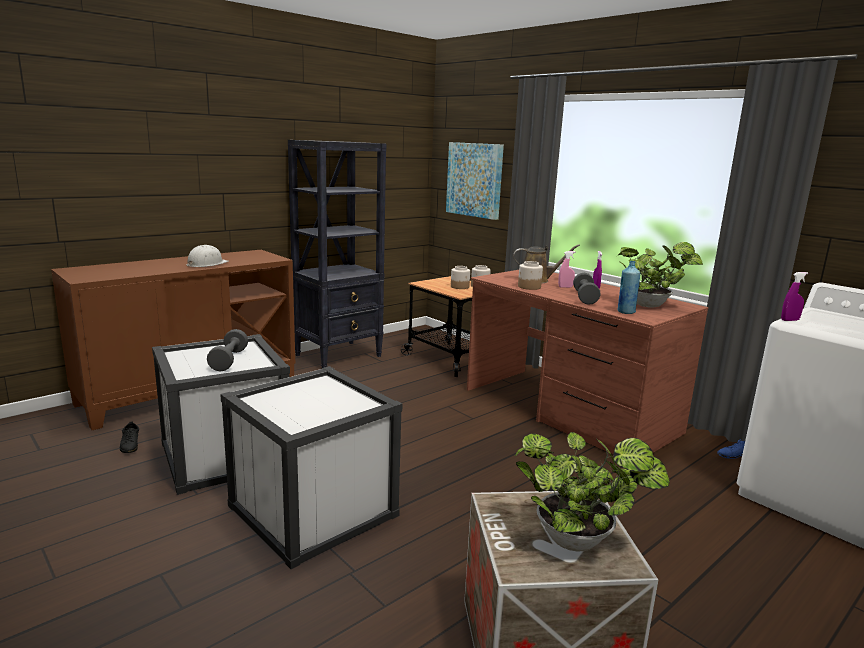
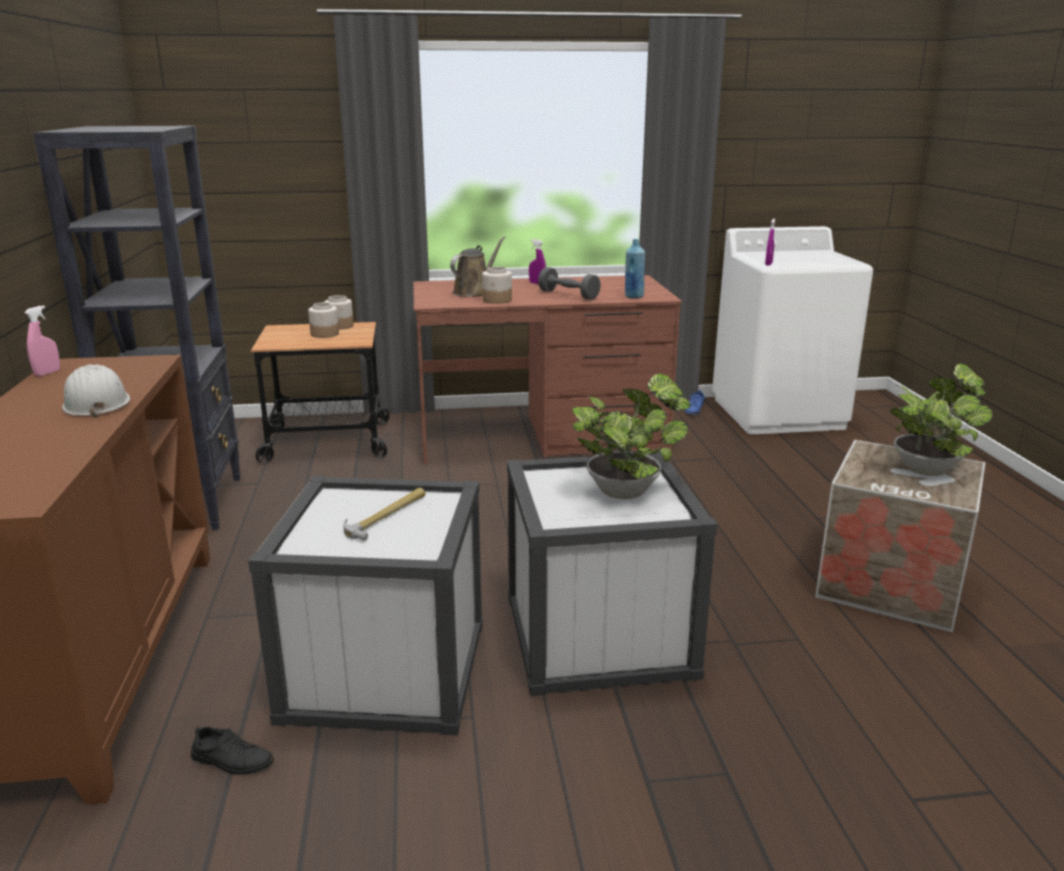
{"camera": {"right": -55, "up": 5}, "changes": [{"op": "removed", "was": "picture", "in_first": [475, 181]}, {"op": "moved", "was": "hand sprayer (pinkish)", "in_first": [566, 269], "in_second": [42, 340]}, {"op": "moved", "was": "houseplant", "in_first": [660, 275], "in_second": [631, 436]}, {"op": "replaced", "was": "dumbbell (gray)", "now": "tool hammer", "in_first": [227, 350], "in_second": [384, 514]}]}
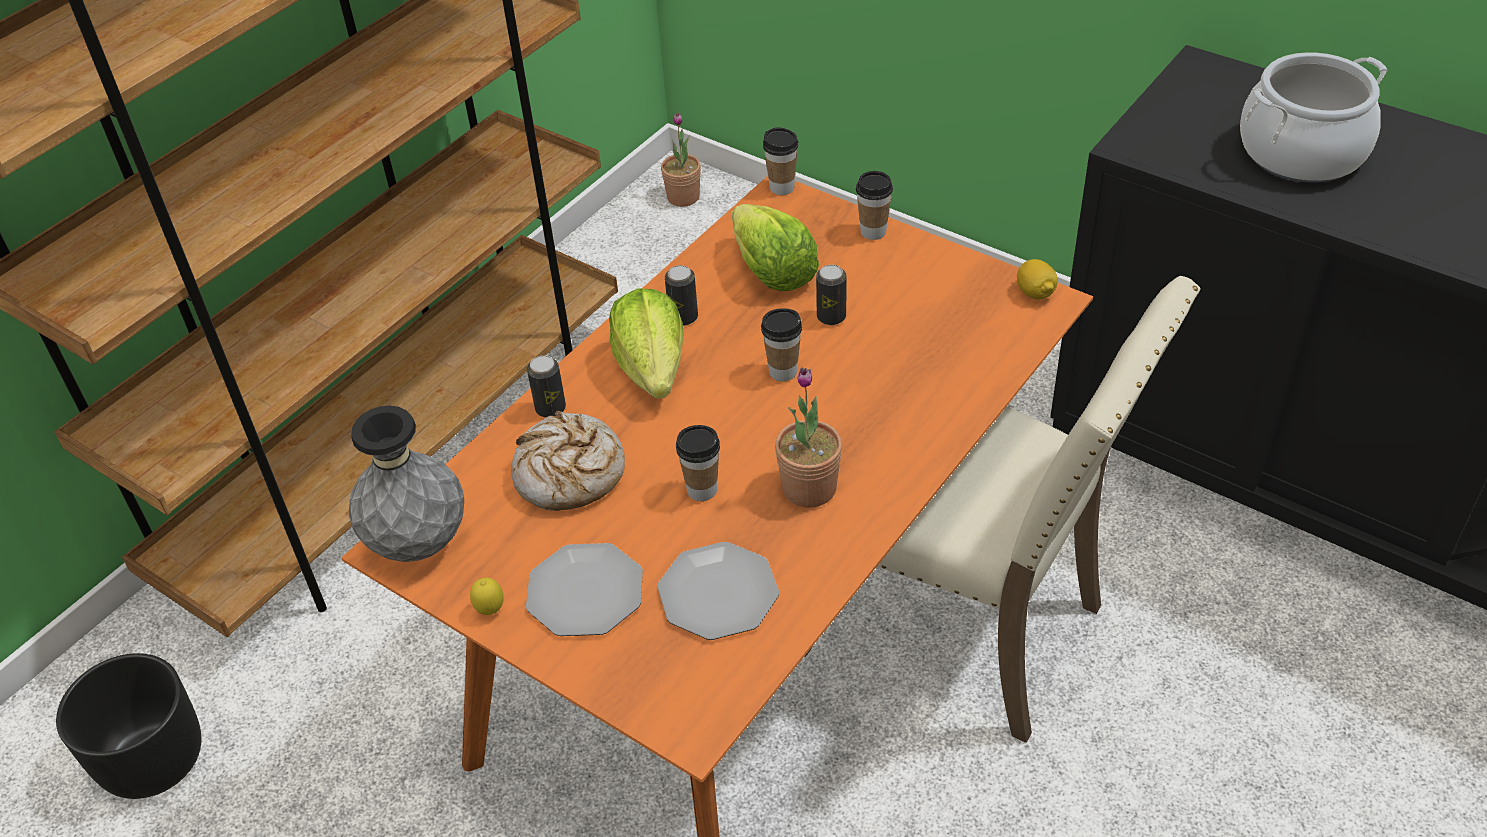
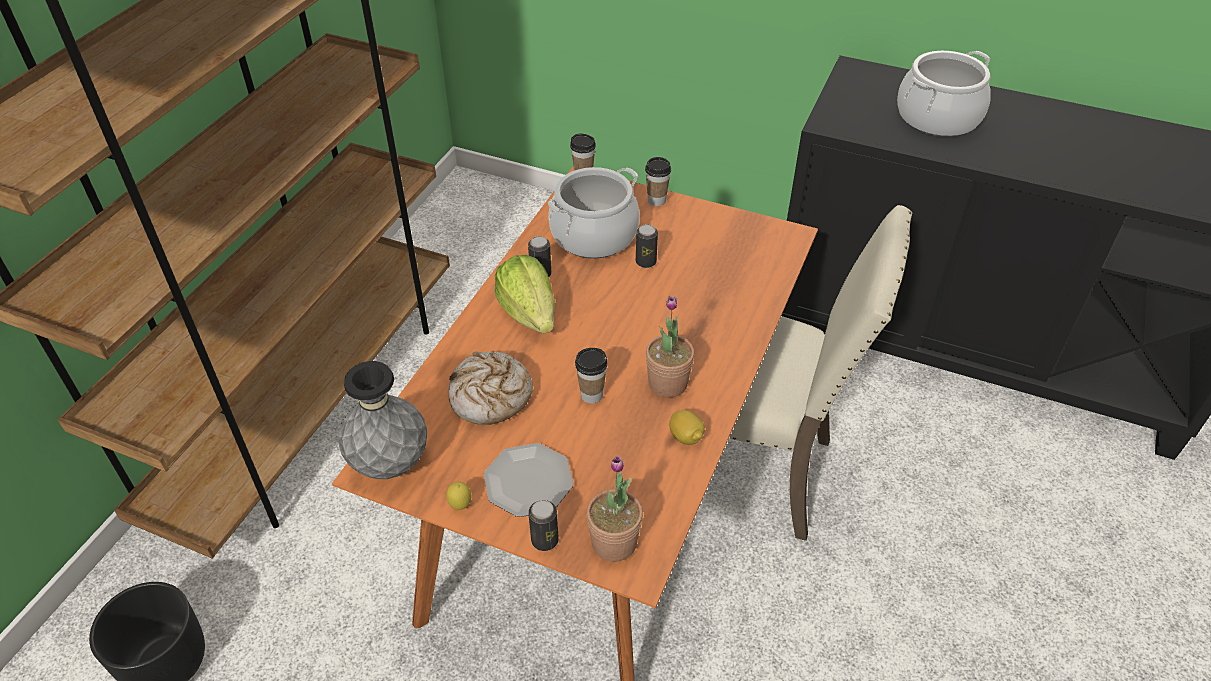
{"camera": {"right": -15, "up": 0}, "changes": [{"op": "removed", "was": "flat dish", "in_first": [718, 591]}, {"op": "removed", "was": "small cup", "in_first": [781, 344]}, {"op": "moved", "was": "metal can", "in_first": [546, 386], "in_second": [543, 525]}, {"op": "moved", "was": "houseplant", "in_first": [681, 160], "in_second": [614, 508]}, {"op": "moved", "was": "citrus fruit", "in_first": [1037, 279], "in_second": [687, 427]}, {"op": "replaced", "was": "lettuce", "now": "cooking pot", "in_first": [775, 247], "in_second": [594, 212]}]}
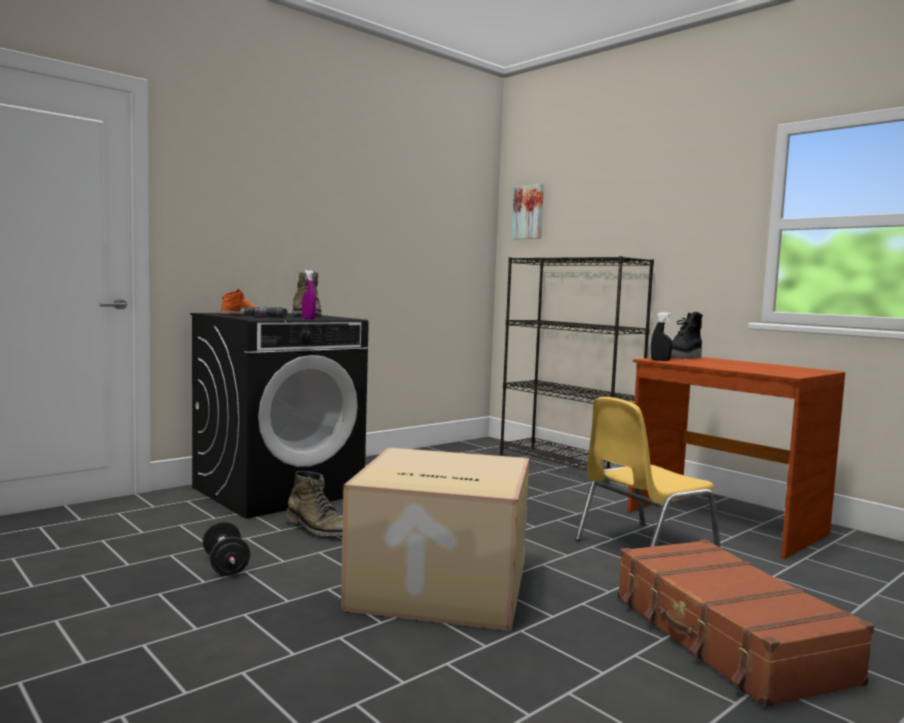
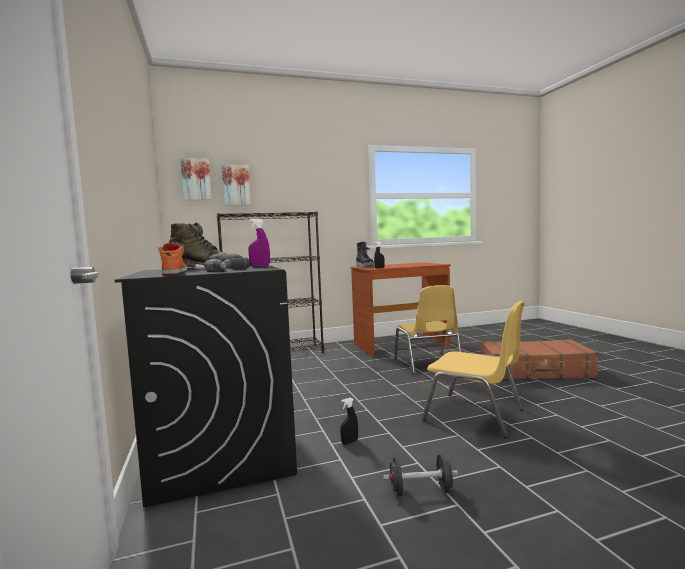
{"camera": {"right": -65, "up": 0}, "changes": [{"op": "added", "now": "picture", "in_second": [236, 185]}, {"op": "replaced", "was": "tall boot (greenish)", "now": "hand sprayer (black)", "in_first": [314, 503], "in_second": [349, 421]}, {"op": "replaced", "was": "cardboard box", "now": "chair (yellow-coloured)", "in_first": [435, 539], "in_second": [473, 369]}]}
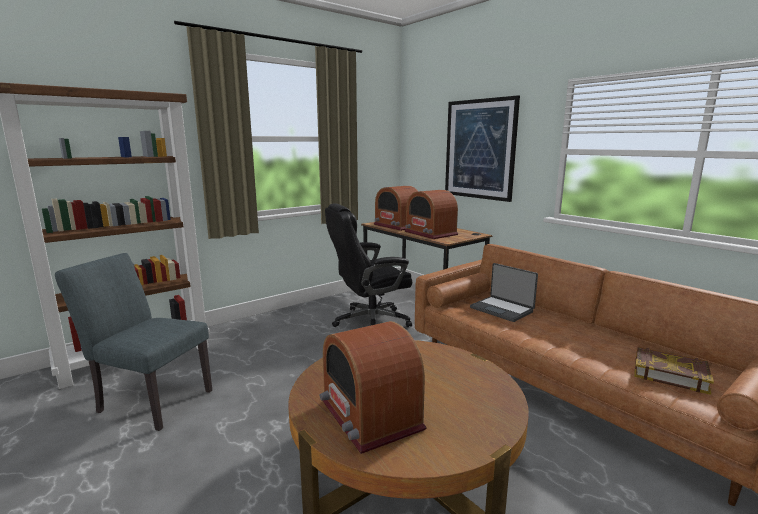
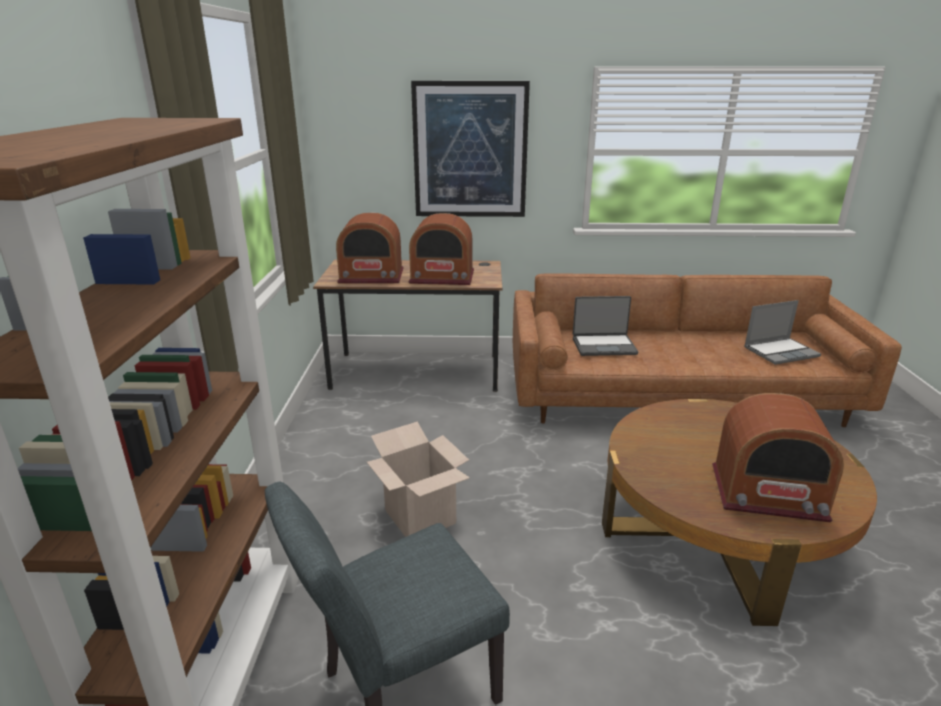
{"camera": {"right": -50, "up": 10}, "changes": [{"op": "removed", "was": "computer chair (black)", "in_first": [368, 265]}, {"op": "added", "now": "cardboard box", "in_second": [418, 479]}, {"op": "replaced", "was": "volume", "now": "laptop", "in_first": [674, 371], "in_second": [782, 332]}]}
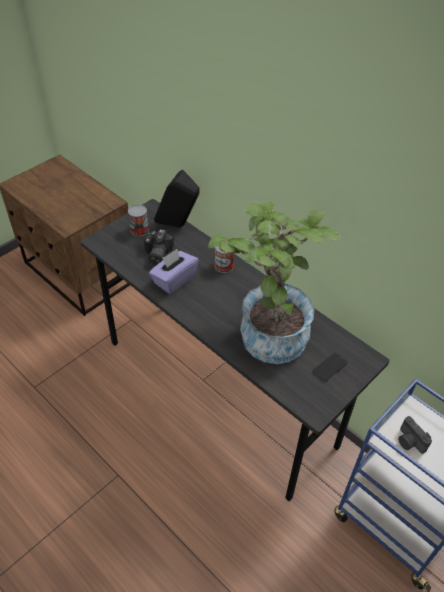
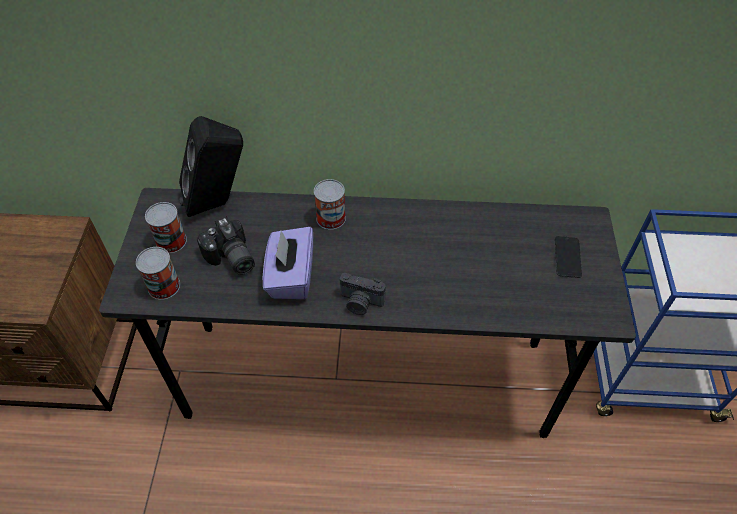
{"camera": {"right": -40, "up": 5}, "changes": [{"op": "removed", "was": "houseplant", "in_first": [274, 283]}, {"op": "added", "now": "metal can", "in_second": [158, 273]}, {"op": "moved", "was": "photo camera", "in_first": [415, 435], "in_second": [363, 294]}]}
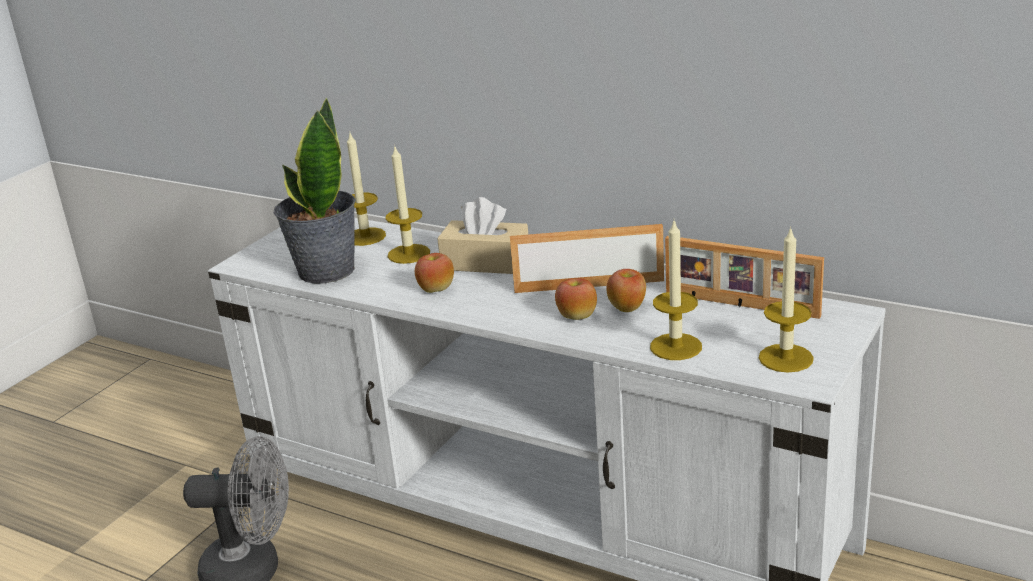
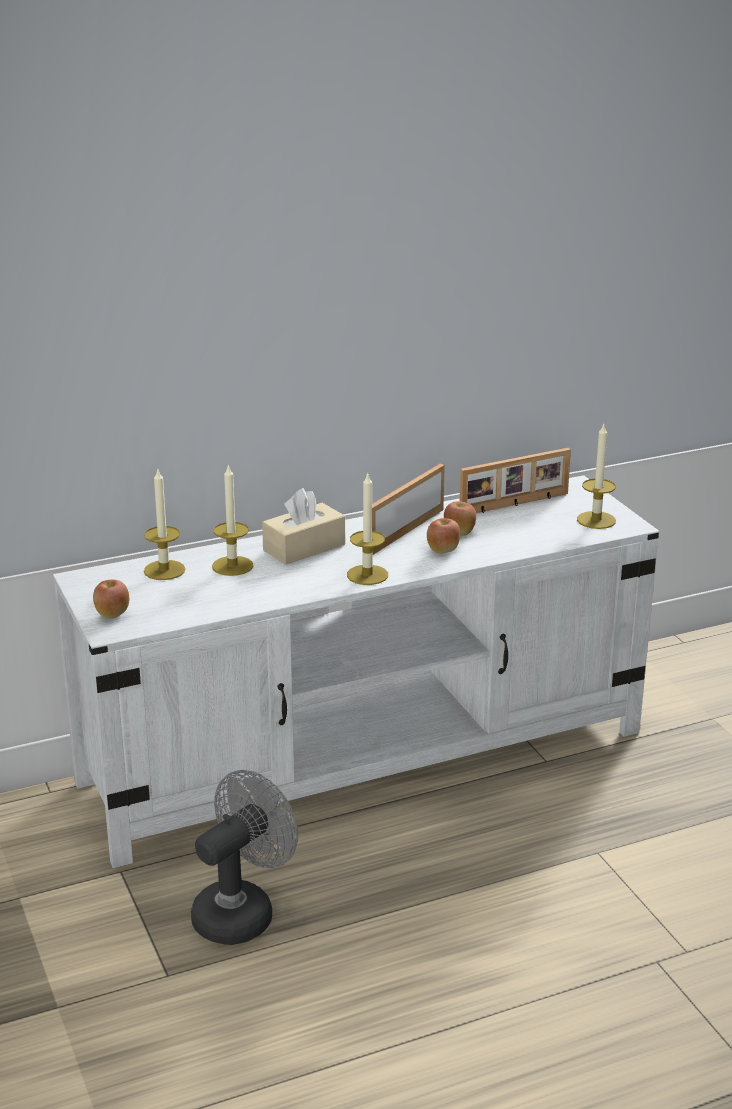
{"camera": {"right": -55, "up": 0}, "changes": [{"op": "removed", "was": "houseplant", "in_first": [315, 190]}, {"op": "moved", "was": "apple fruit", "in_first": [434, 273], "in_second": [111, 599]}, {"op": "moved", "was": "wax candle", "in_first": [676, 290], "in_second": [367, 528]}]}
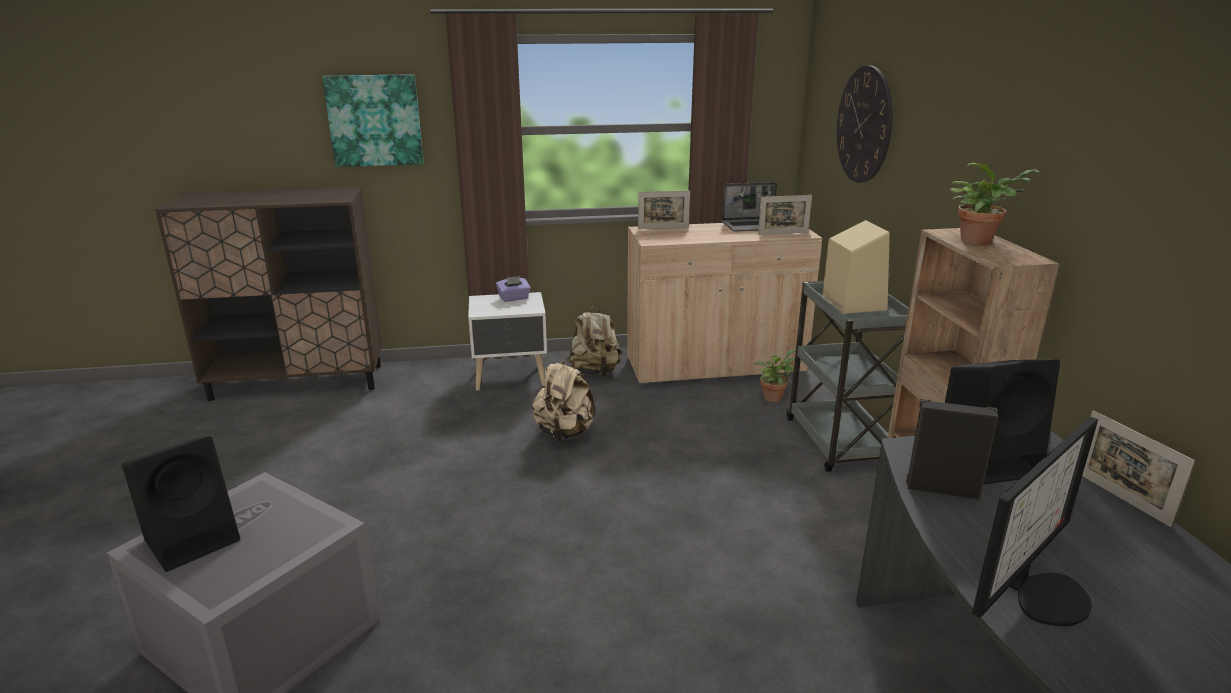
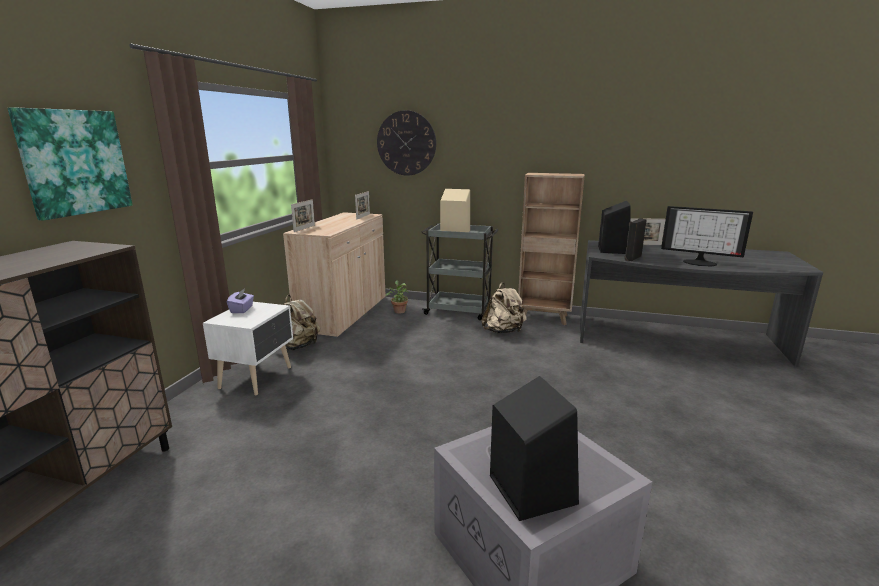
{"camera": {"right": -65, "up": -5}, "changes": [{"op": "removed", "was": "laptop", "in_first": [749, 207]}, {"op": "removed", "was": "houseplant", "in_first": [995, 203]}, {"op": "moved", "was": "rucksack (beige-coloured)", "in_first": [563, 399], "in_second": [504, 308]}, {"op": "turned", "was": "monitor", "in_first": [1035, 521], "in_second": [707, 236], "clockwise": 135}]}
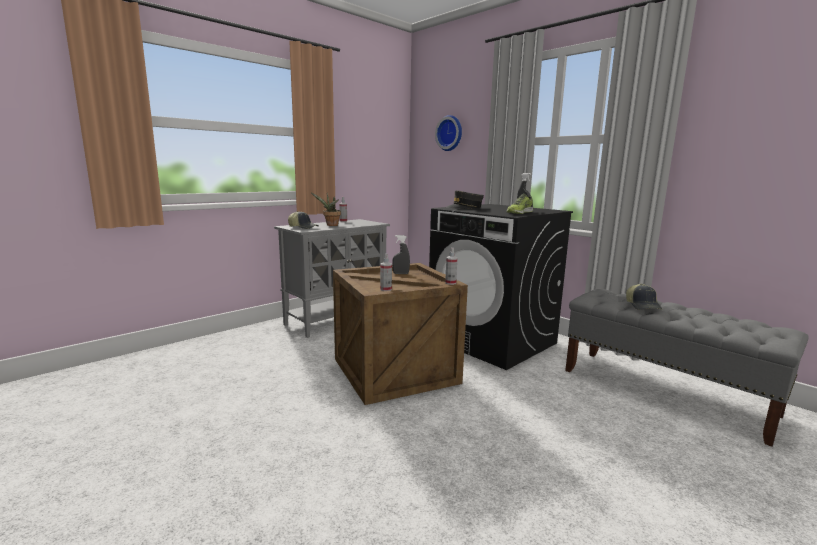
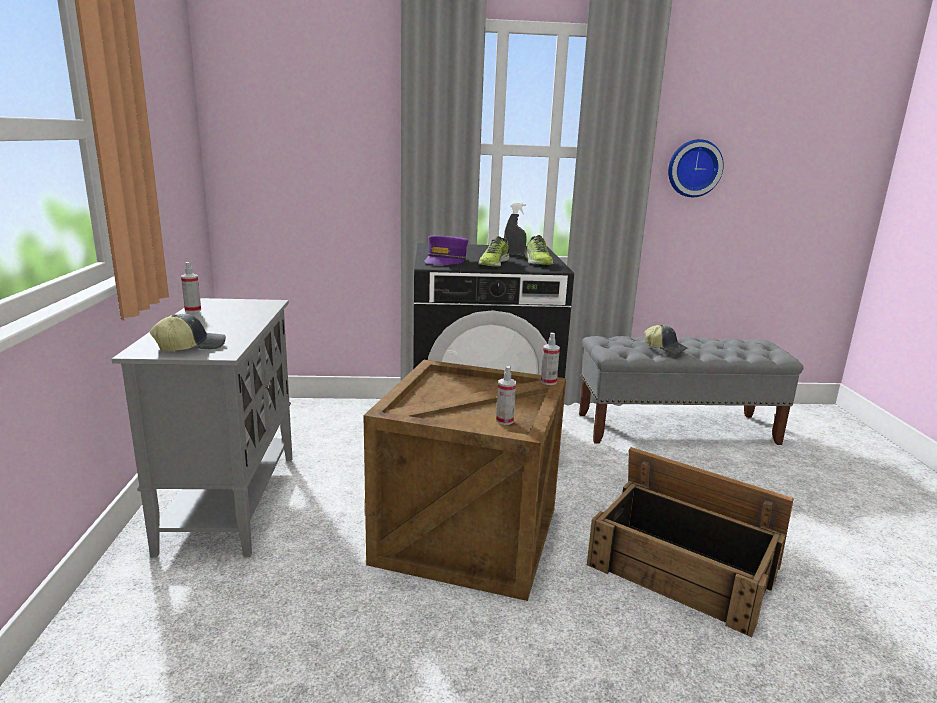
{"camera": {"right": -50, "up": 5}, "changes": [{"op": "removed", "was": "houseplant", "in_first": [326, 209]}, {"op": "removed", "was": "hand sprayer (gray)", "in_first": [401, 254]}, {"op": "added", "now": "shoe", "in_second": [494, 251]}, {"op": "added", "now": "crate", "in_second": [690, 542]}, {"op": "moved", "was": "clock on the wall", "in_first": [448, 133], "in_second": [696, 168]}, {"op": "recoloured", "was": "baseball cap (gray)", "now": "baseball cap (purplish)", "in_first": [465, 199], "in_second": [446, 250]}]}
